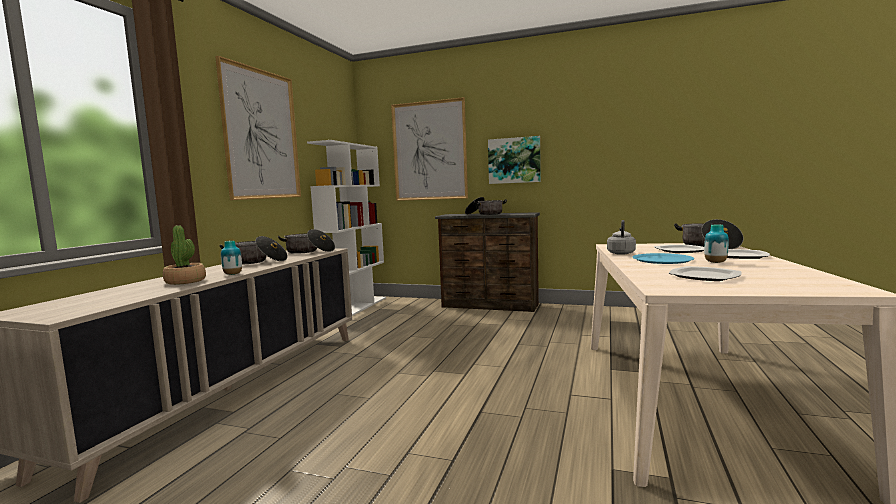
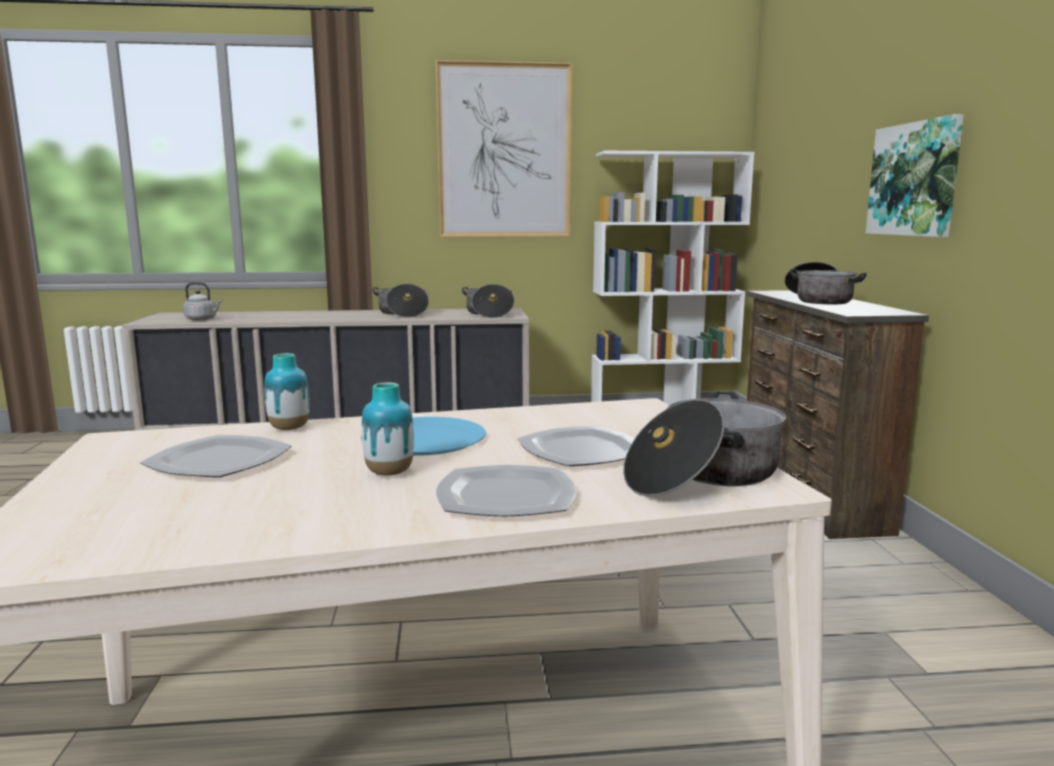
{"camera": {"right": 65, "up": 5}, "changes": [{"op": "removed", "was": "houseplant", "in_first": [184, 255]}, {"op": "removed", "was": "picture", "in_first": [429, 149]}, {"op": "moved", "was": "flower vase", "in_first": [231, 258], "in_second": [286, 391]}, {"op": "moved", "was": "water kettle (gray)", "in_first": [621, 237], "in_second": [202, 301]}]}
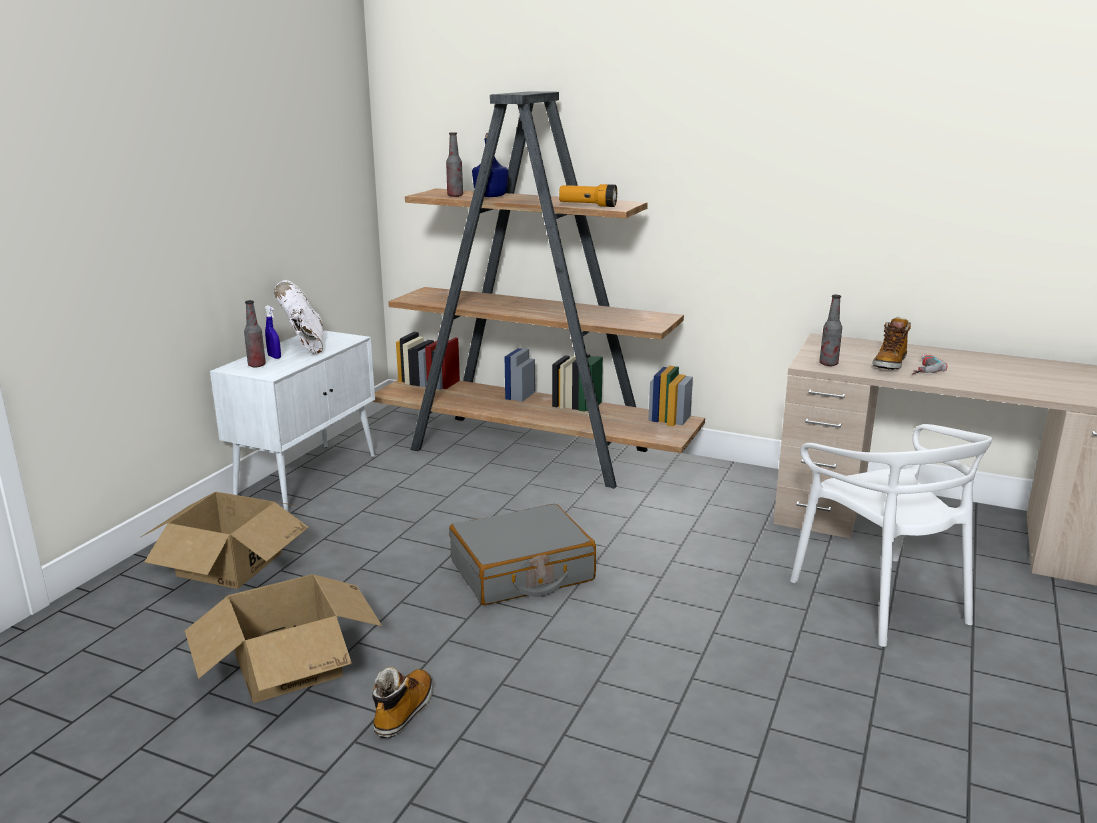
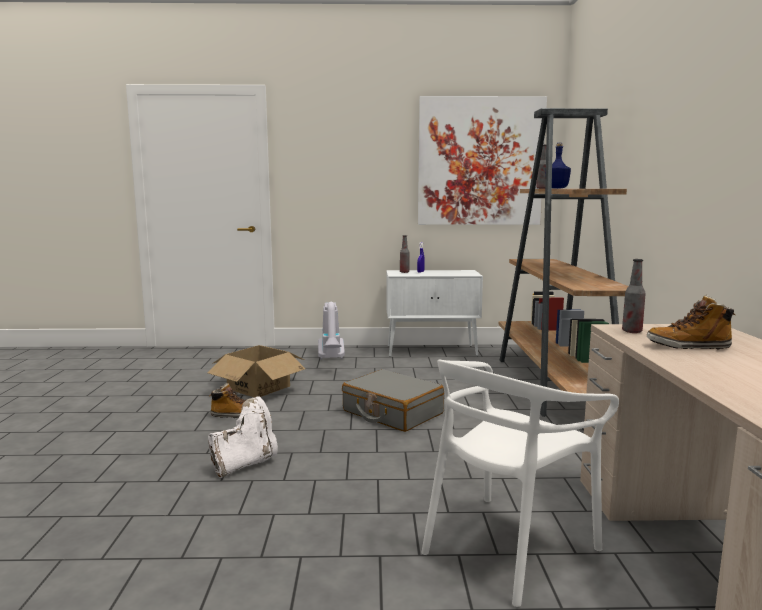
{"camera": {"right": 65, "up": -10}, "changes": [{"op": "removed", "was": "flashlight", "in_first": [588, 195]}, {"op": "removed", "was": "drill", "in_first": [929, 364]}, {"op": "added", "now": "picture", "in_second": [482, 160]}, {"op": "moved", "was": "tall boot (whitish)", "in_first": [298, 317], "in_second": [243, 437]}, {"op": "replaced", "was": "cardboard box", "now": "hoover", "in_first": [225, 540], "in_second": [331, 331]}]}
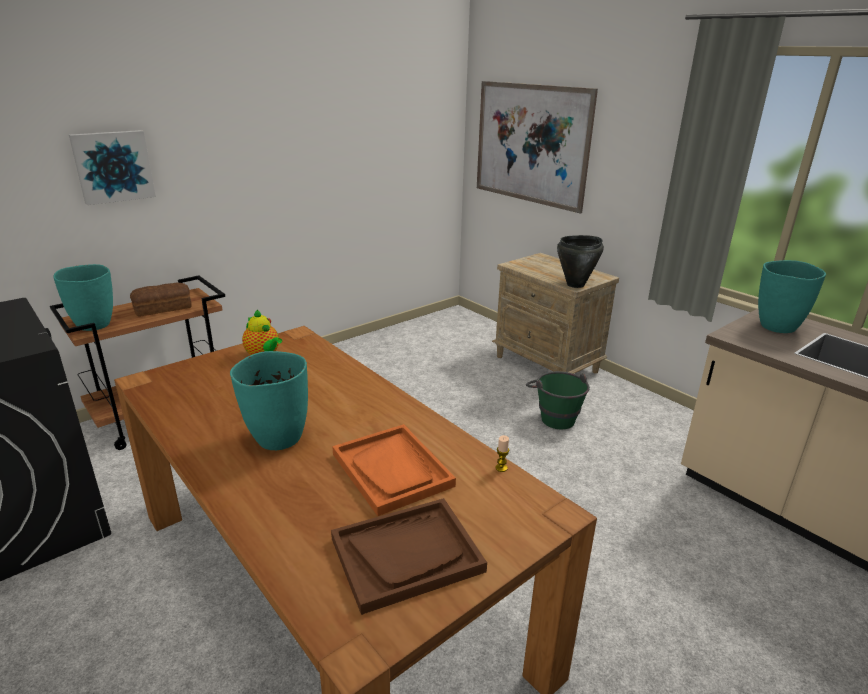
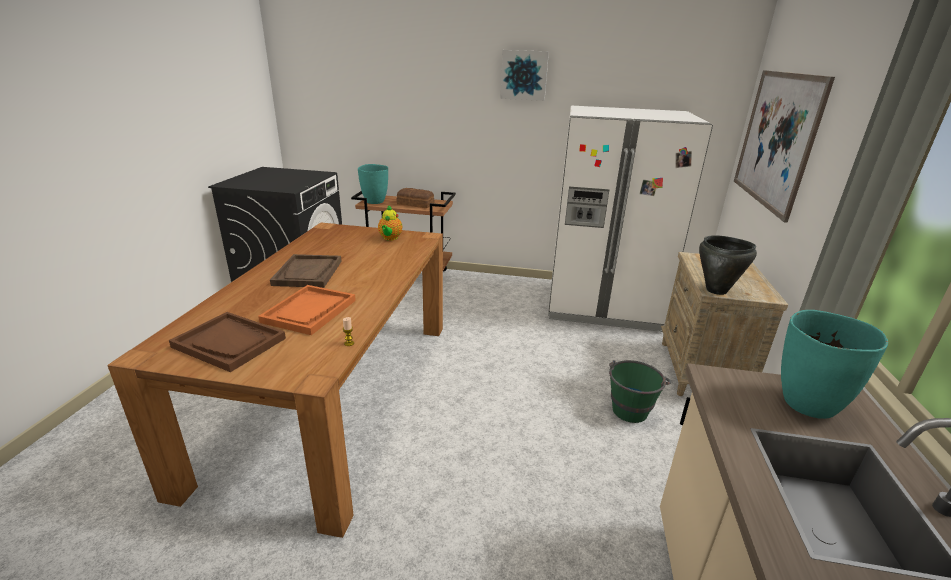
{"camera": {"right": 50, "up": 0}, "changes": [{"op": "added", "now": "fridge (whitish)", "in_second": [630, 219]}, {"op": "moved", "was": "picture", "in_first": [112, 167], "in_second": [524, 75]}, {"op": "replaced", "was": "flower vase (blue-green)", "now": "tray (brownish)", "in_first": [269, 400], "in_second": [306, 271]}]}
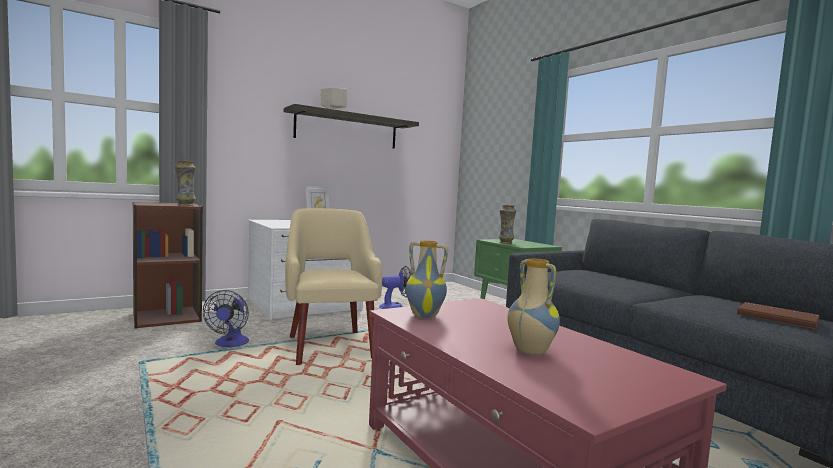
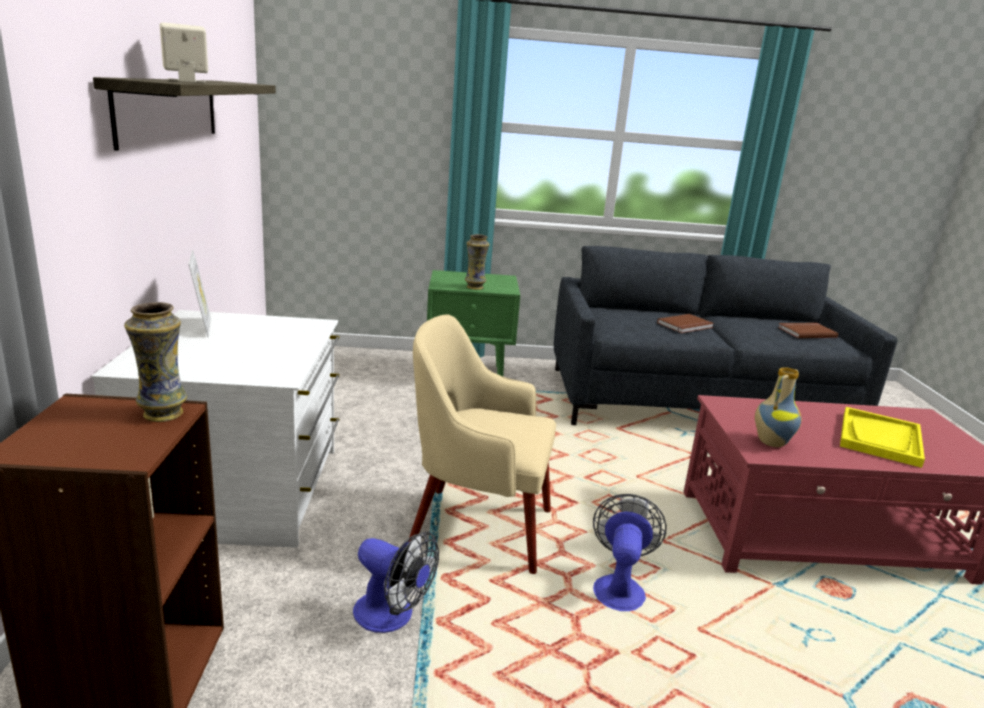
{"camera": {"right": -60, "up": 15}, "changes": [{"op": "added", "now": "volume (brownish)", "in_second": [685, 323]}, {"op": "moved", "was": "electric fan", "in_first": [395, 287], "in_second": [630, 552]}, {"op": "replaced", "was": "flower vase", "now": "tray (yellow-coloured)", "in_first": [533, 306], "in_second": [882, 437]}]}
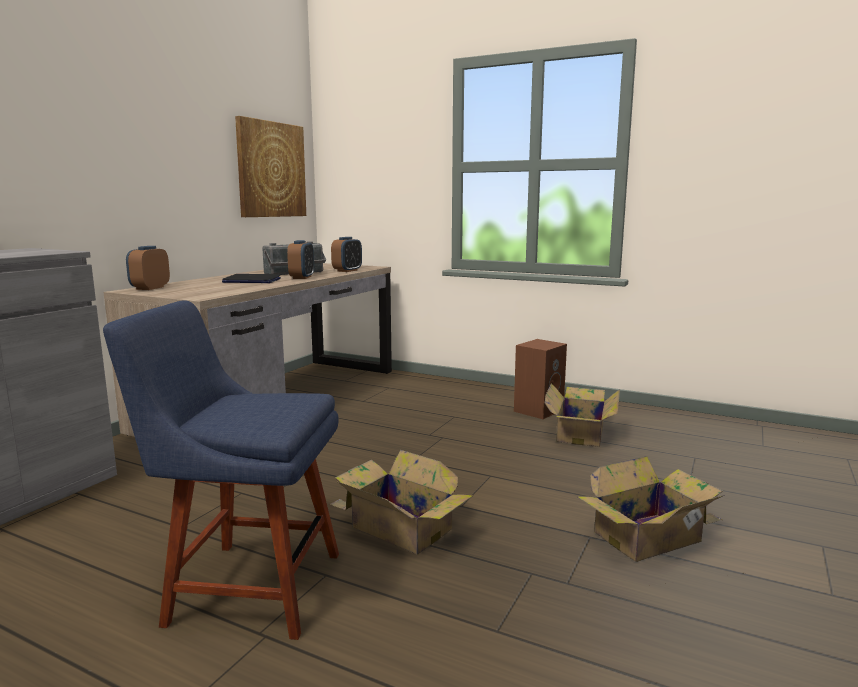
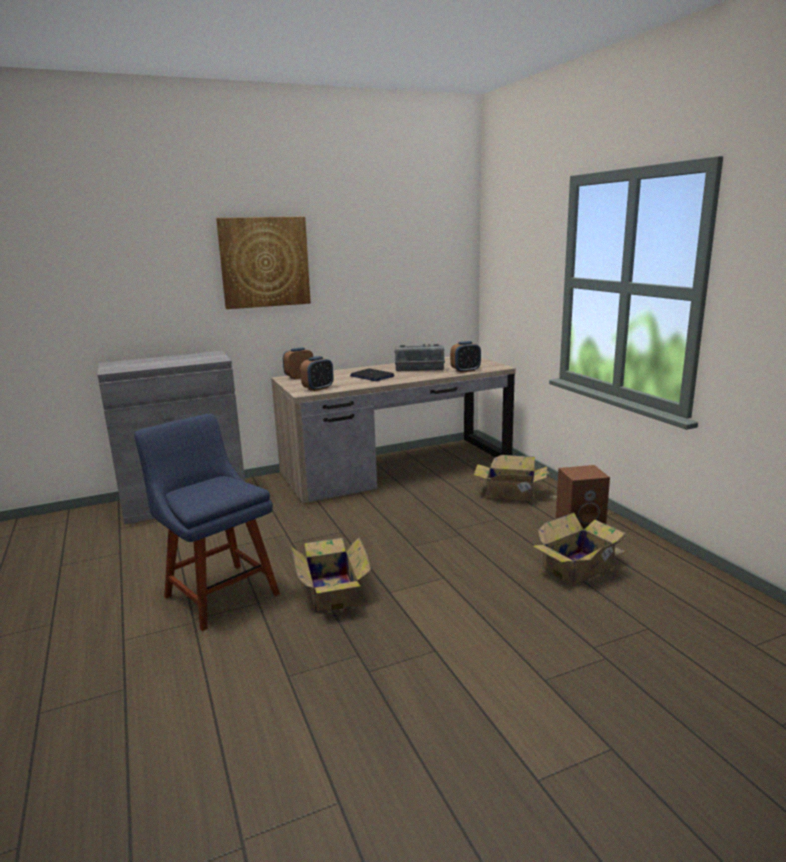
{"camera": {"right": 40, "up": 5}, "changes": [{"op": "moved", "was": "picture", "in_first": [270, 166], "in_second": [263, 263]}, {"op": "moved", "was": "bedside clock", "in_first": [300, 259], "in_second": [316, 373]}, {"op": "moved", "was": "cardboard box", "in_first": [651, 509], "in_second": [515, 478]}]}
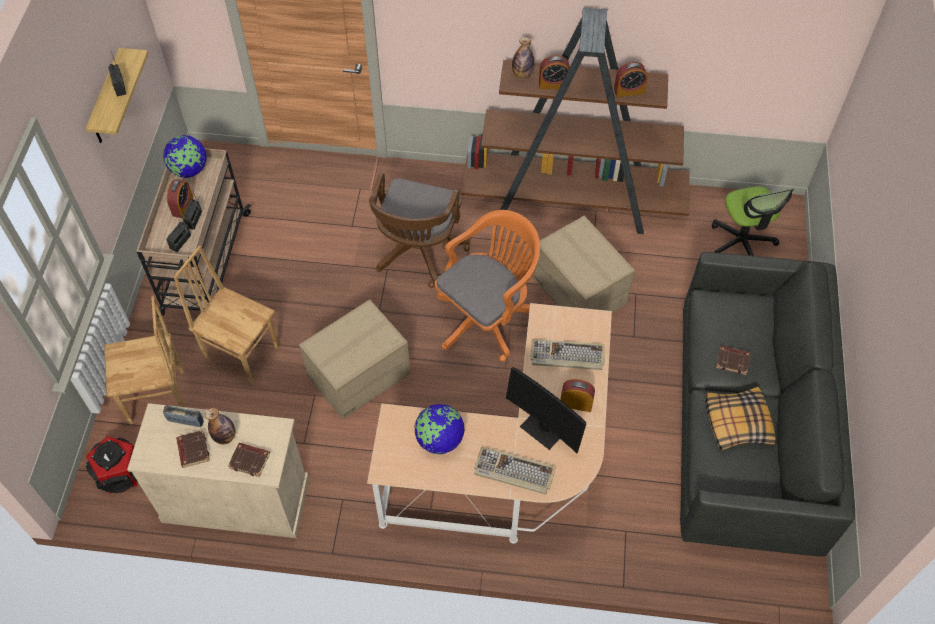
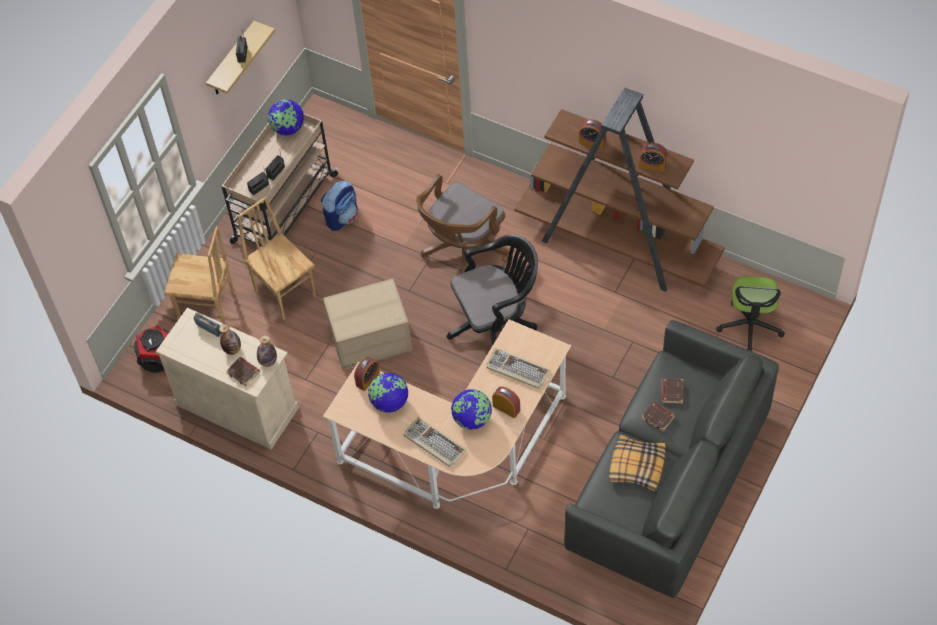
{"camera": {"right": 25, "up": 0}, "changes": [{"op": "removed", "was": "cardboard box", "in_first": [583, 264]}, {"op": "added", "now": "rucksack", "in_second": [339, 206]}, {"op": "moved", "was": "bedside clock", "in_first": [180, 198], "in_second": [367, 373]}, {"op": "moved", "was": "volume (brownish)", "in_first": [193, 449], "in_second": [672, 391]}, {"op": "moved", "was": "beverage bottle", "in_first": [523, 57], "in_second": [267, 351]}, {"op": "replaced", "was": "monitor", "now": "globe", "in_first": [546, 410], "in_second": [471, 409]}, {"op": "recoloured", "was": "computer chair (orange)", "now": "computer chair (black)", "in_first": [487, 286], "in_second": [492, 290]}]}
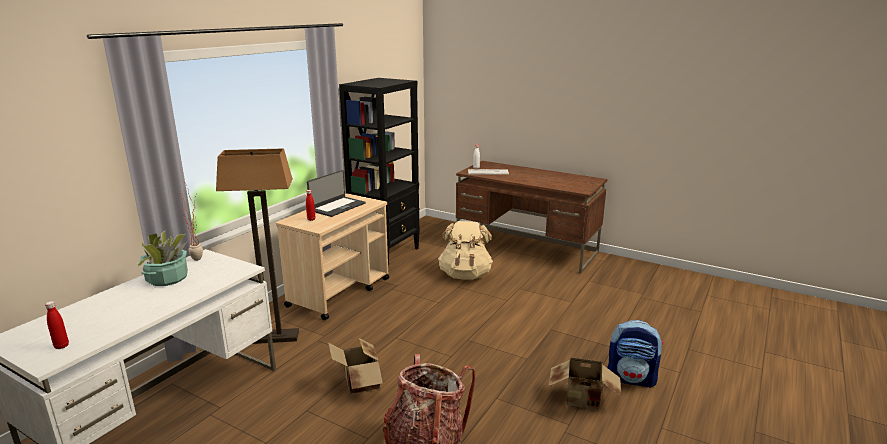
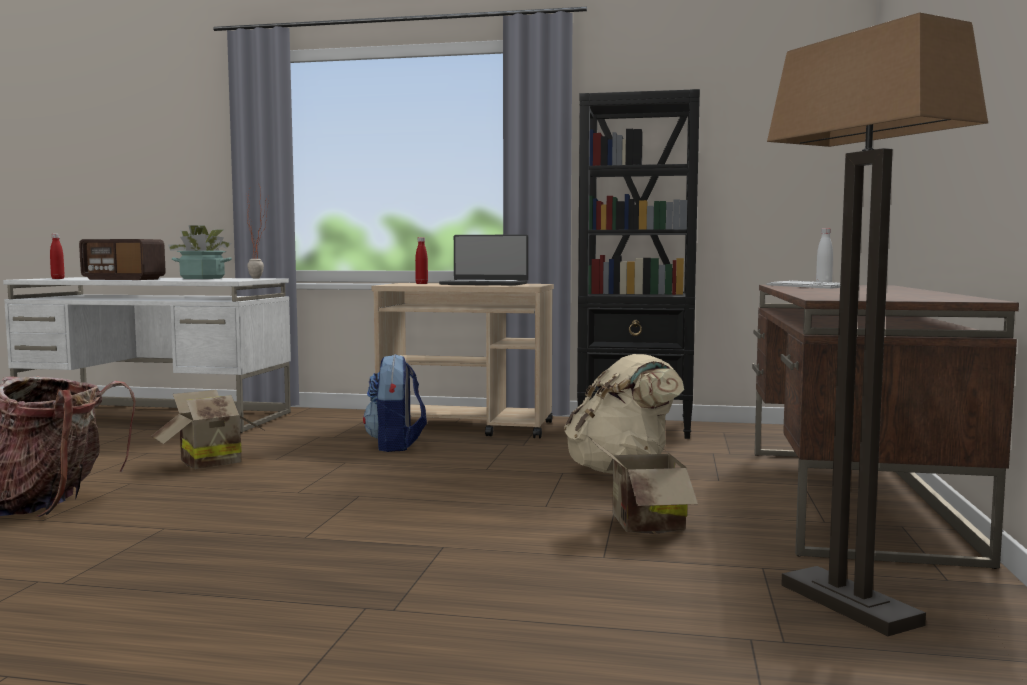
{"camera": {"right": 70, "up": -15}, "changes": [{"op": "added", "now": "radio receiver", "in_second": [122, 259]}, {"op": "moved", "was": "floor lamp", "in_first": [257, 246], "in_second": [877, 324]}, {"op": "moved", "was": "cardboard box", "in_first": [585, 384], "in_second": [643, 484]}, {"op": "moved", "was": "rucksack", "in_first": [635, 354], "in_second": [395, 403]}]}
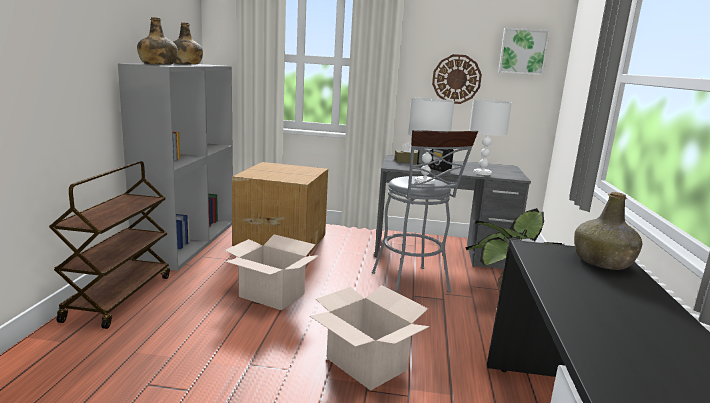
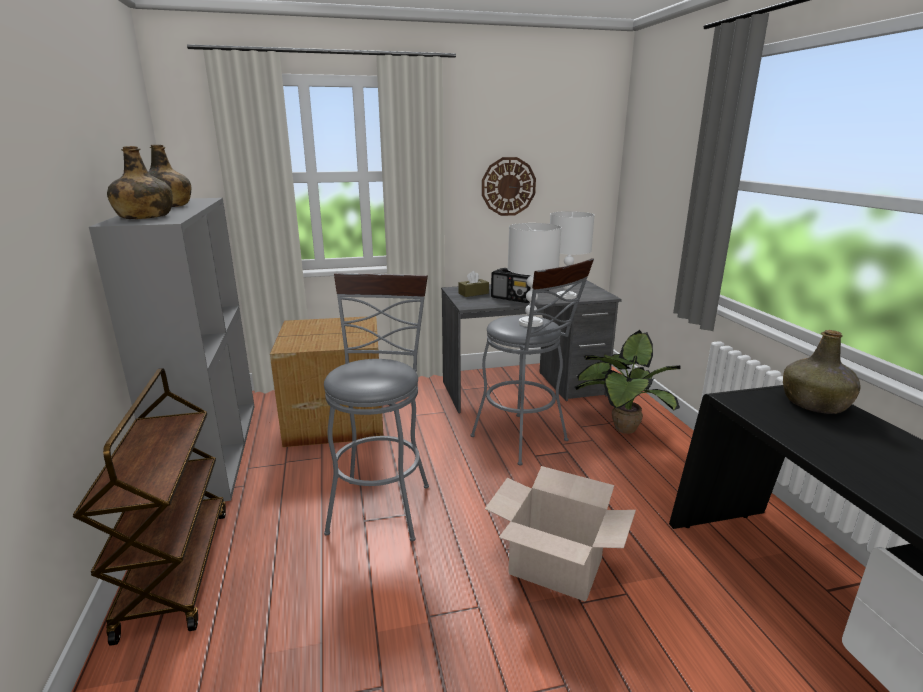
{"camera": {"right": -20, "up": 5}, "changes": [{"op": "removed", "was": "picture", "in_first": [524, 51]}, {"op": "replaced", "was": "cardboard box", "now": "stool seat (gray)", "in_first": [272, 272], "in_second": [376, 407]}]}
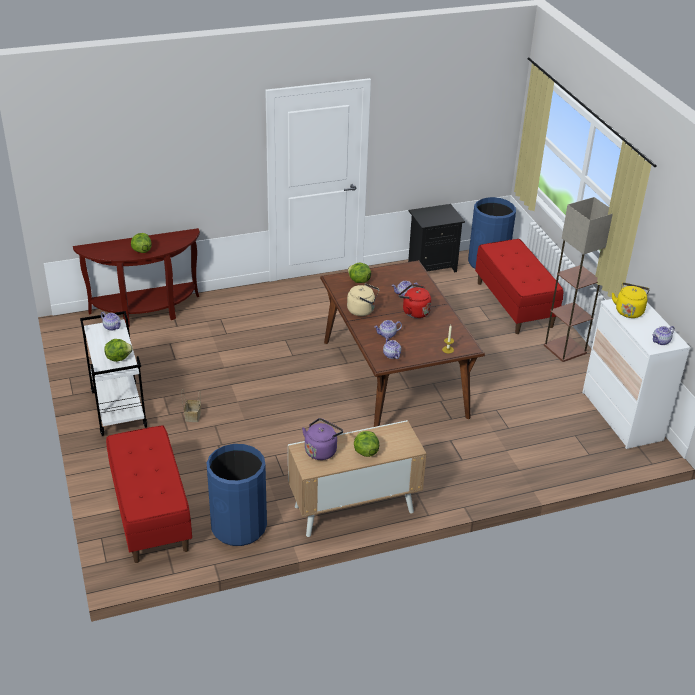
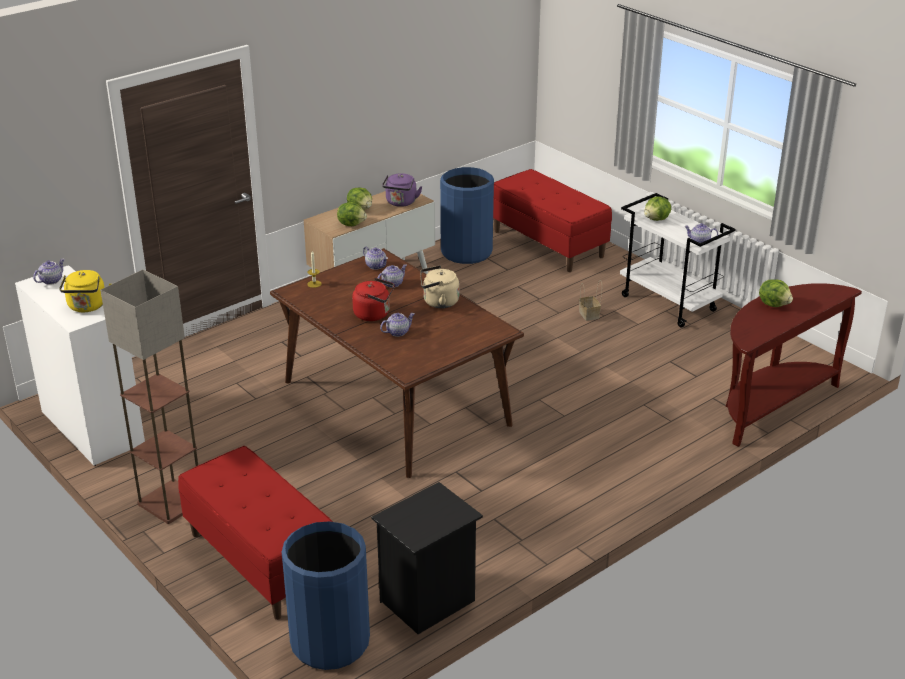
{"camera": {"right": 160, "up": -5}, "changes": [{"op": "moved", "was": "lettuce", "in_first": [359, 273], "in_second": [352, 214]}]}
